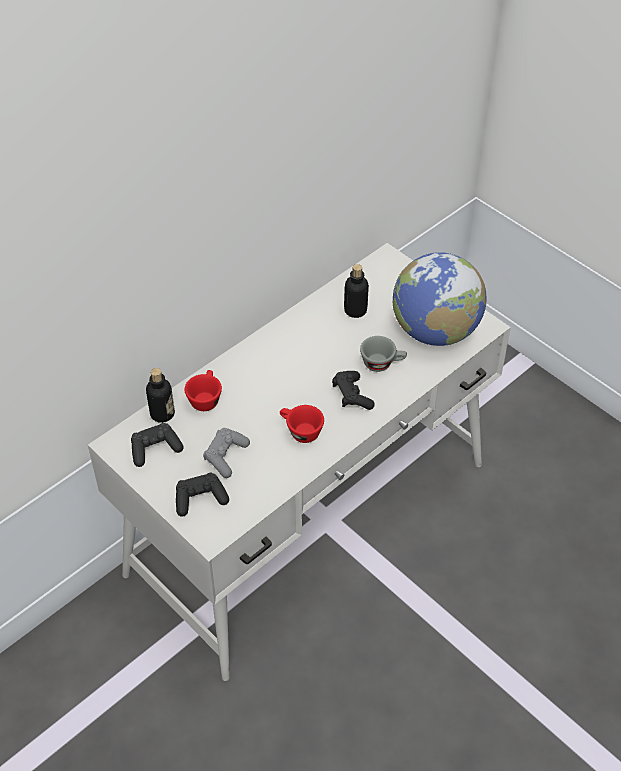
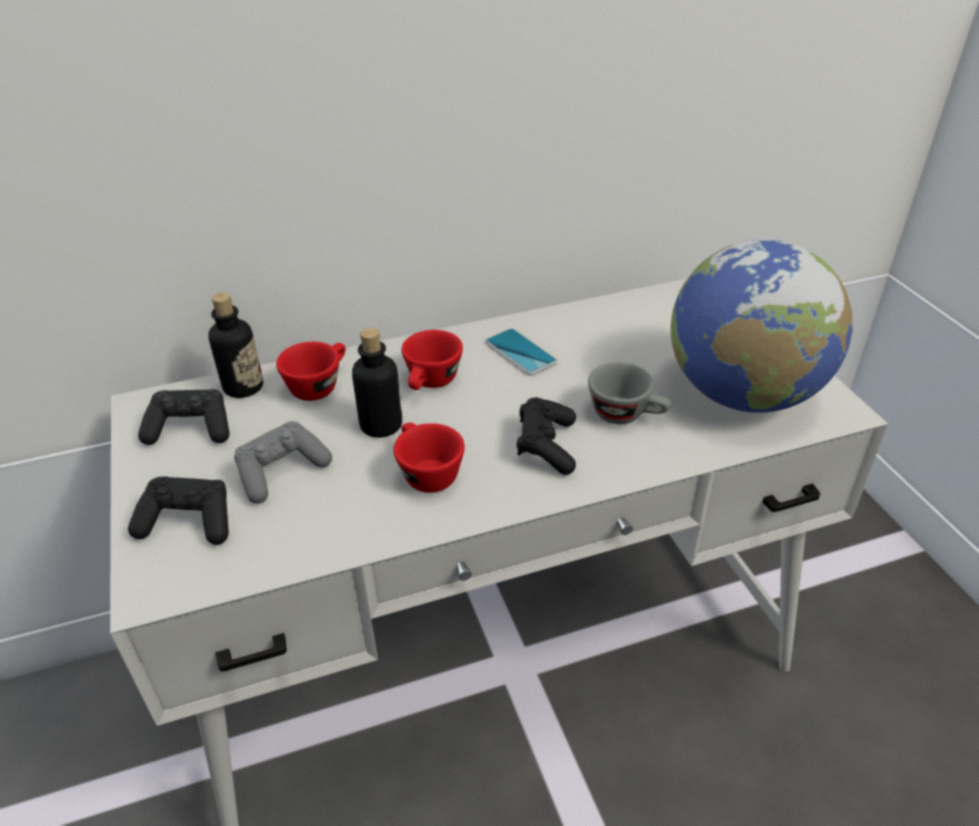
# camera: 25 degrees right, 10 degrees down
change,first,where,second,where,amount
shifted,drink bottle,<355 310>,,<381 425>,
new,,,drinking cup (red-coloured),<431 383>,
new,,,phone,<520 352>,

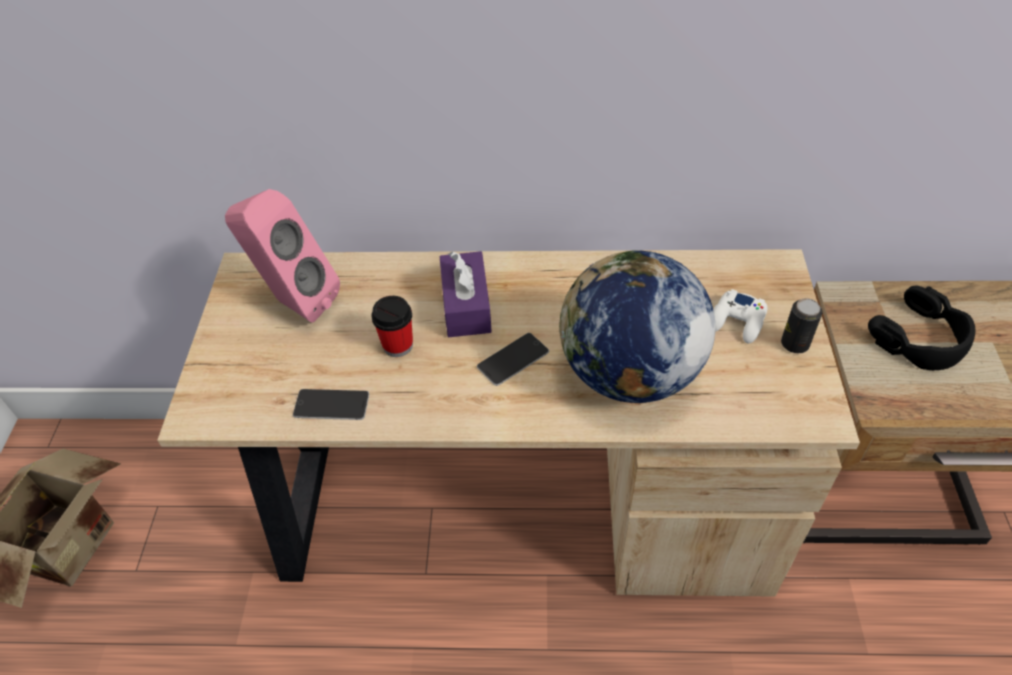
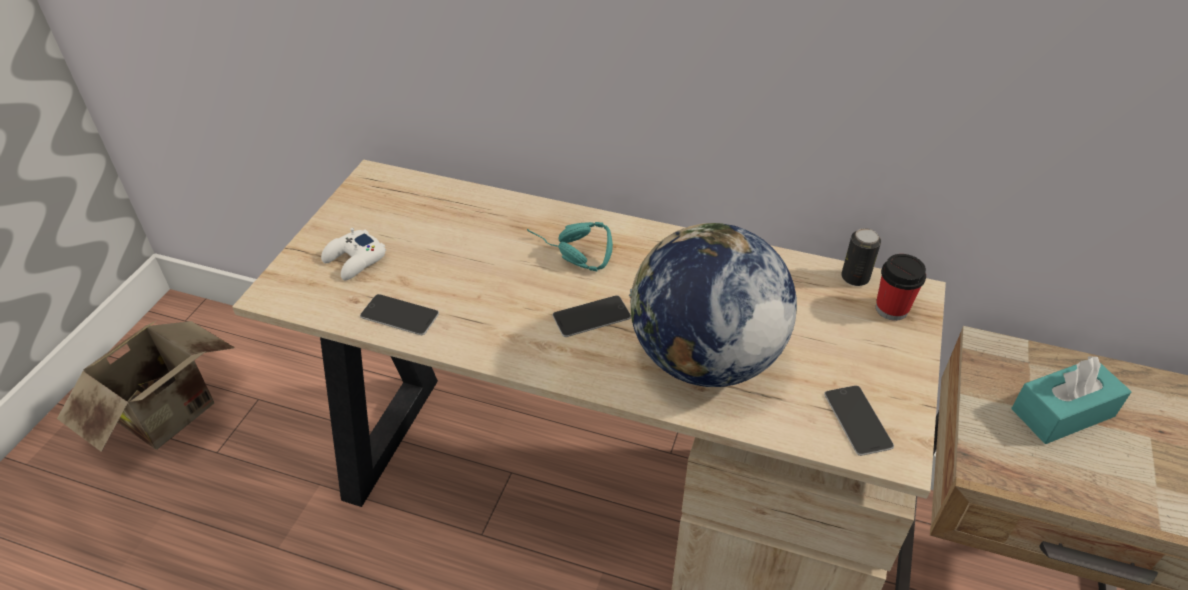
# camera: 15 degrees right, 5 degrees down
change,first,where,second,where,amount
gone,speaker (pink),<294 302>,,,
shifted,drinking cup,<398 345>,,<891 309>,
swapped,tissue holder (purple),<466 305>,headphones (turquoise),<567 256>,
shifted,gamepad (white),<737 321>,,<355 260>,
shifted,sealed can,<794 344>,,<855 278>,
swapped,headphones (black-coloured),<920 339>,tissue holder (turquoise),<1062 412>,
new,,,phone,<857 420>,

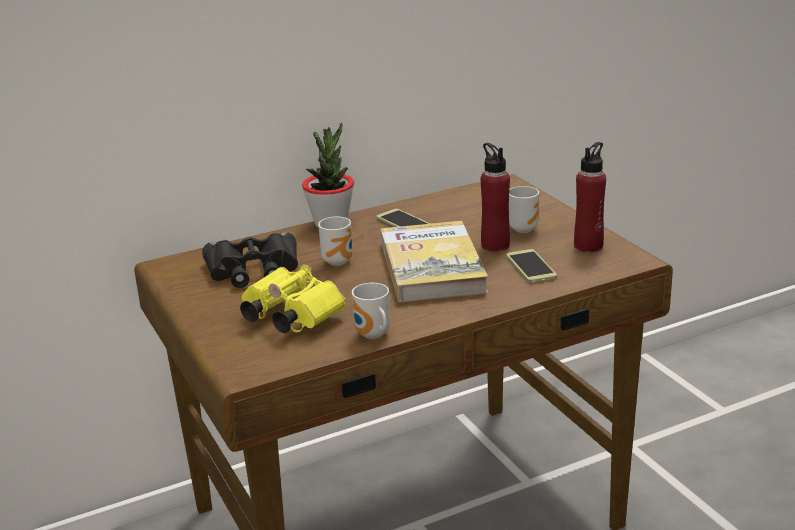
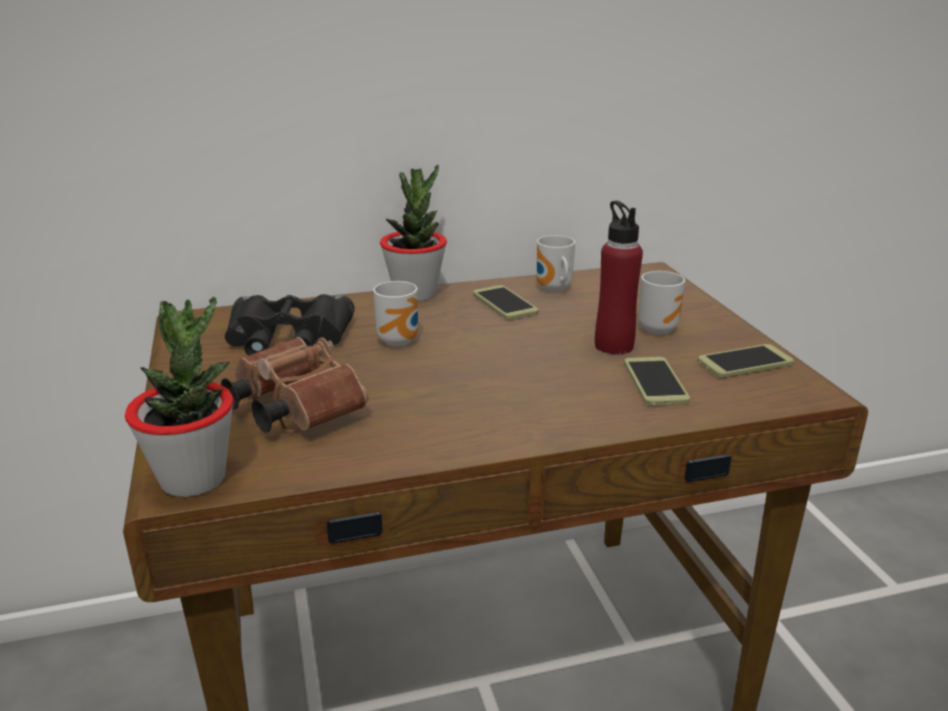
# camera: 10 degrees right, 0 degrees up
change,first,where,second,where,amount
repainted,pair of binoculars (yellowish),<288 317>,pair of binoculars (brown),<292 409>,
shifted,tea mug,<372 336>,,<553 289>,
gone,bound book,<432 267>,,,
swapped,drink bottle (red-coloured),<588 246>,phone,<745 362>,
new,,,houseplant,<194 479>,

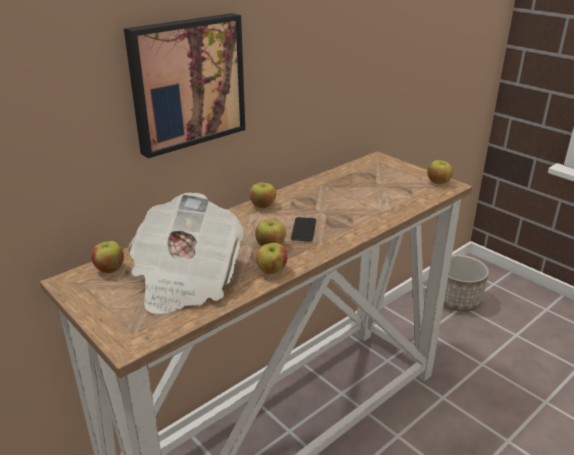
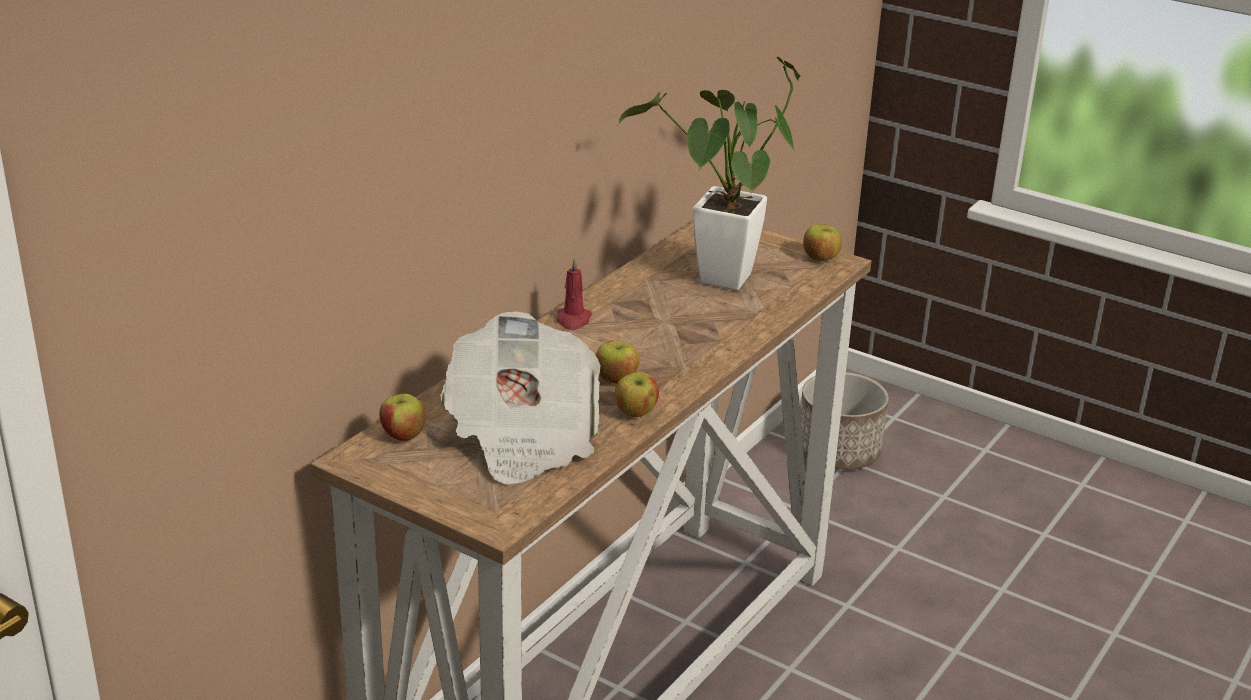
# camera: 15 degrees left, 0 degrees up
change,first,where,second,where,amount
gone,picture,<186 82>,,,
swapped,whole apple,<263 205>,candle (red-coloured),<573 320>,
gone,phone,<303 230>,,,
new,,,houseplant,<719 285>,

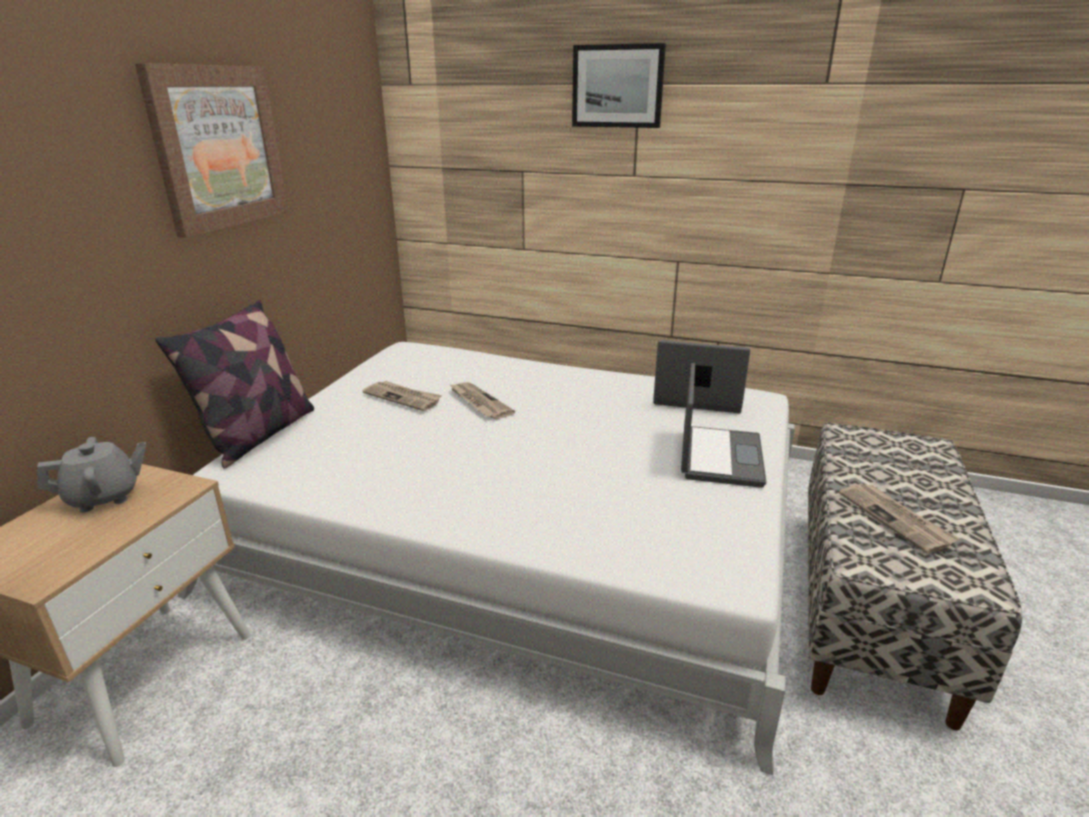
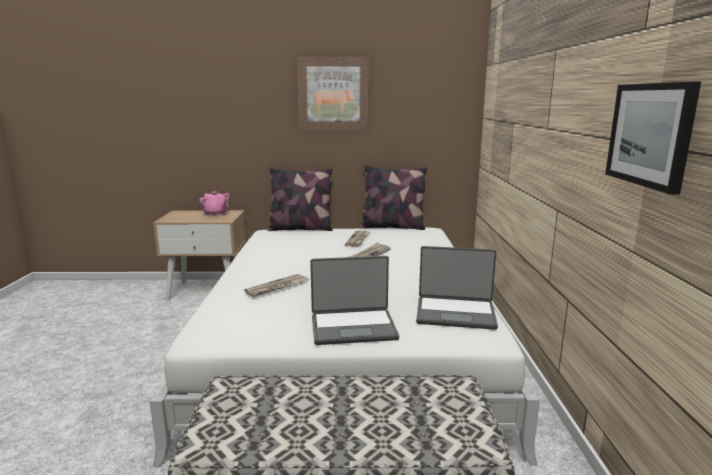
# camera: 70 degrees right, 10 degrees down
change,first,where,second,where,amount
repainted,teapot (grey),<105 497>,teapot (pink),<216 214>,
shifted,picture,<617 86>,,<650 134>,
rotated,laptop,<697 397>,,<455 313>,105 degrees clockwise
shifted,newspaper,<895 519>,,<277 287>,
new,,,throw pillow,<392 227>,

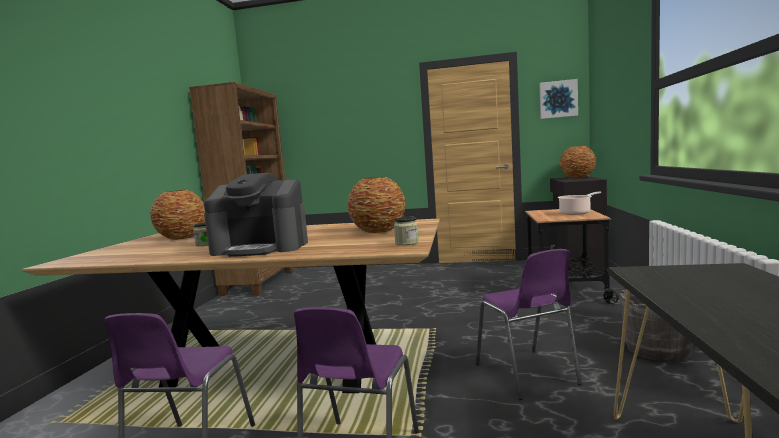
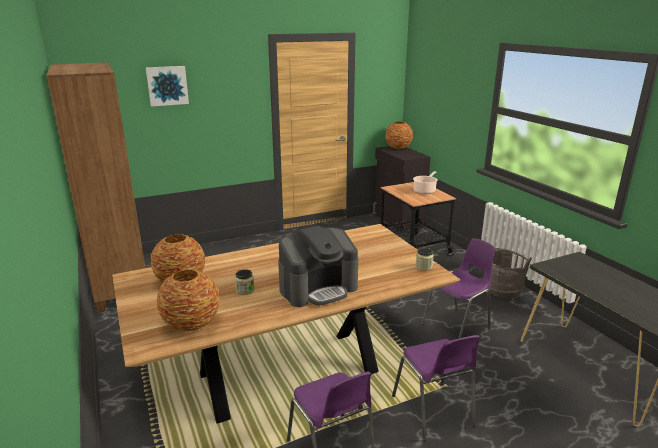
# camera: 35 degrees left, 15 degrees up
change,first,where,second,where,amount
shifted,flower vase,<378 231>,,<191 324>,
rotated,upright chair (purple),<527 375>,,<457 326>,75 degrees counterclockwise
shifted,picture,<558 99>,,<167 85>,

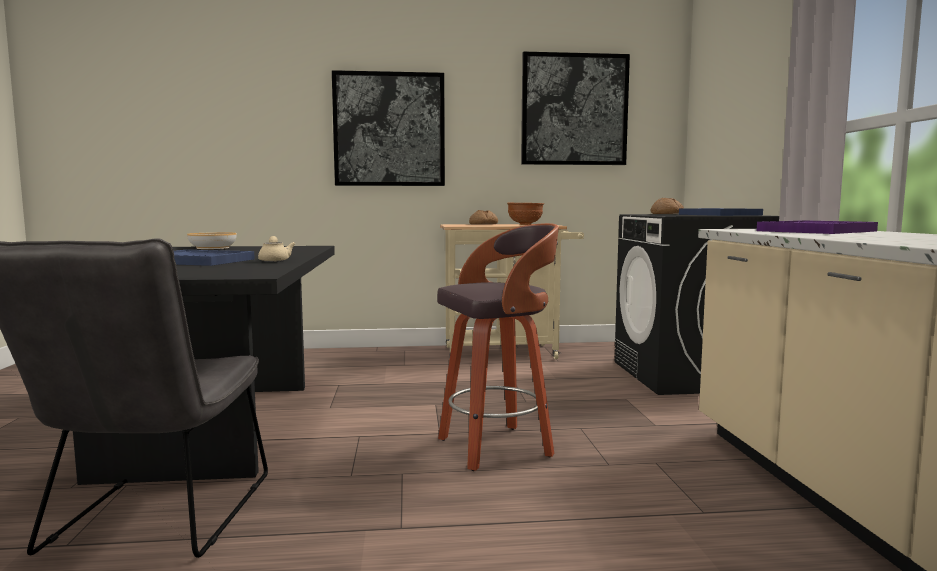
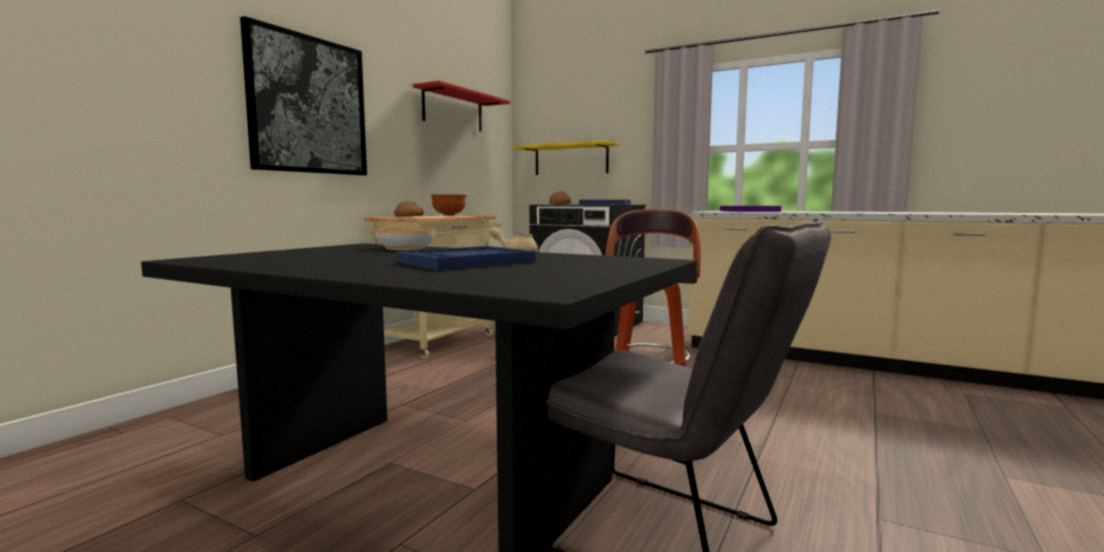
# camera: 55 degrees left, 0 degrees up
change,first,where,second,where,amount
shifted,bowl,<212 248>,,<405 248>,
swapped,picture,<574 110>,shelf (red-coloured),<453 110>,
new,,,shelf (yellowish),<571 159>,

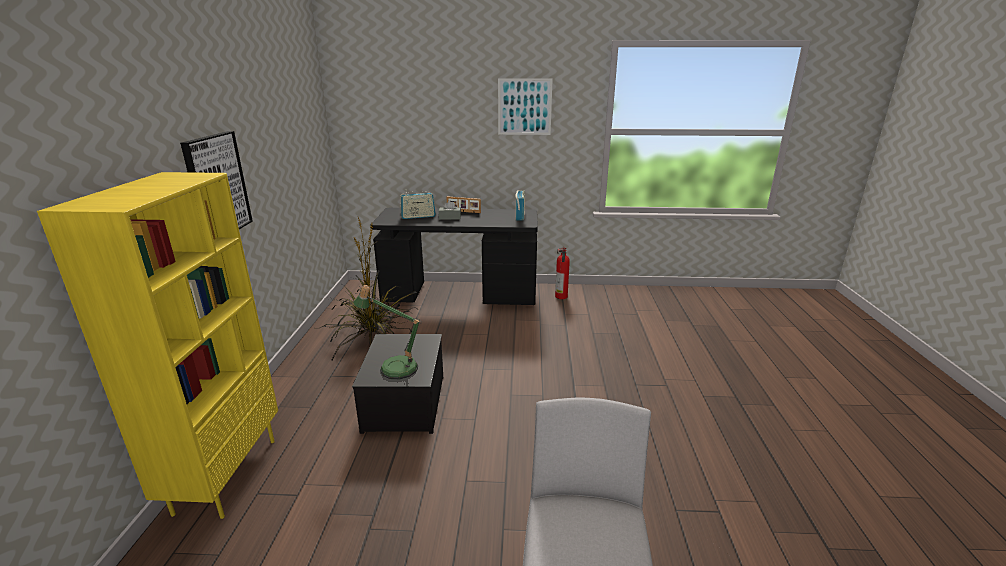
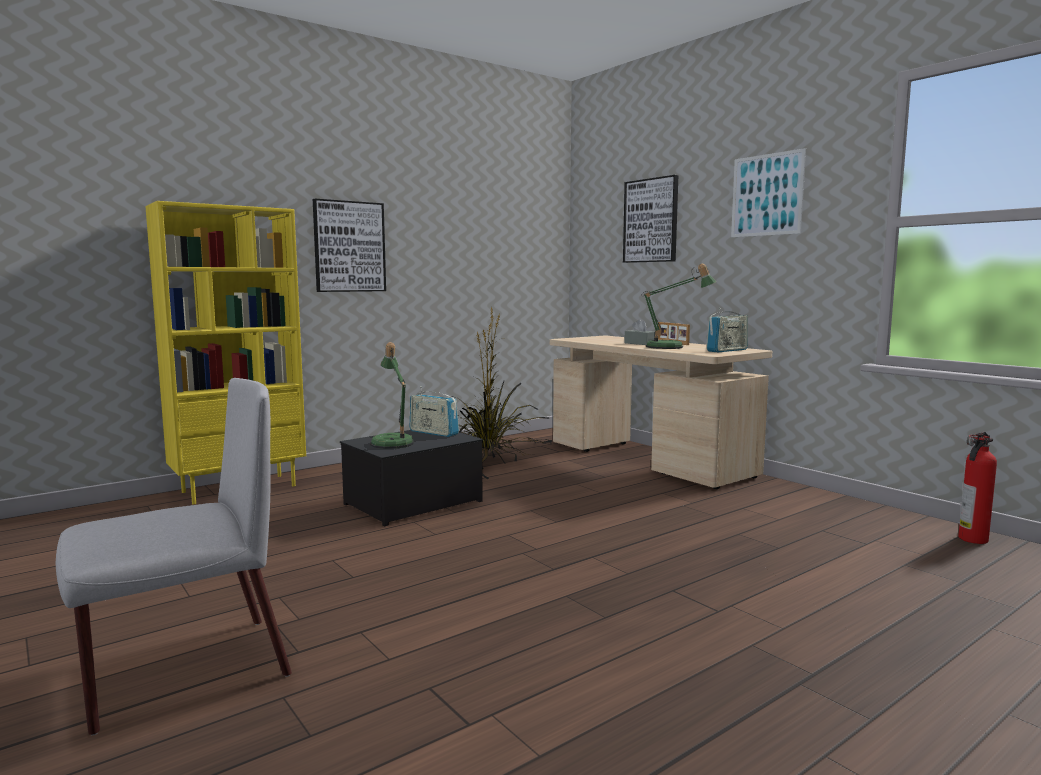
# camera: 50 degrees right, 15 degrees down
change,first,where,second,where,amount
repainted,desk (black-coloured),<460 295>,desk (beige-coloured),<648 460>,
shifted,radio,<418 216>,,<433 433>,
shifted,fire-fighting cylinder,<561 297>,,<972 539>,
new,,,picture,<651 220>,
new,,,tabletop lamp,<671 347>,

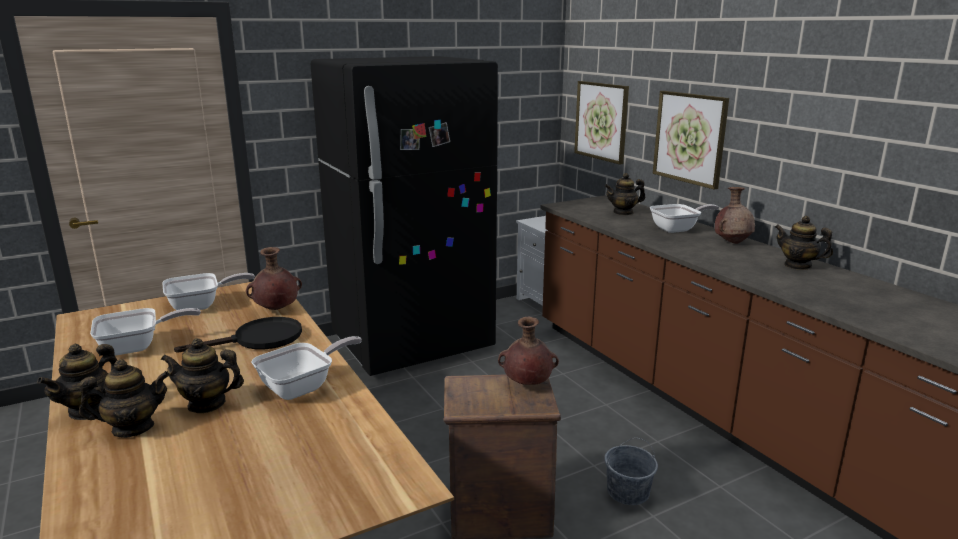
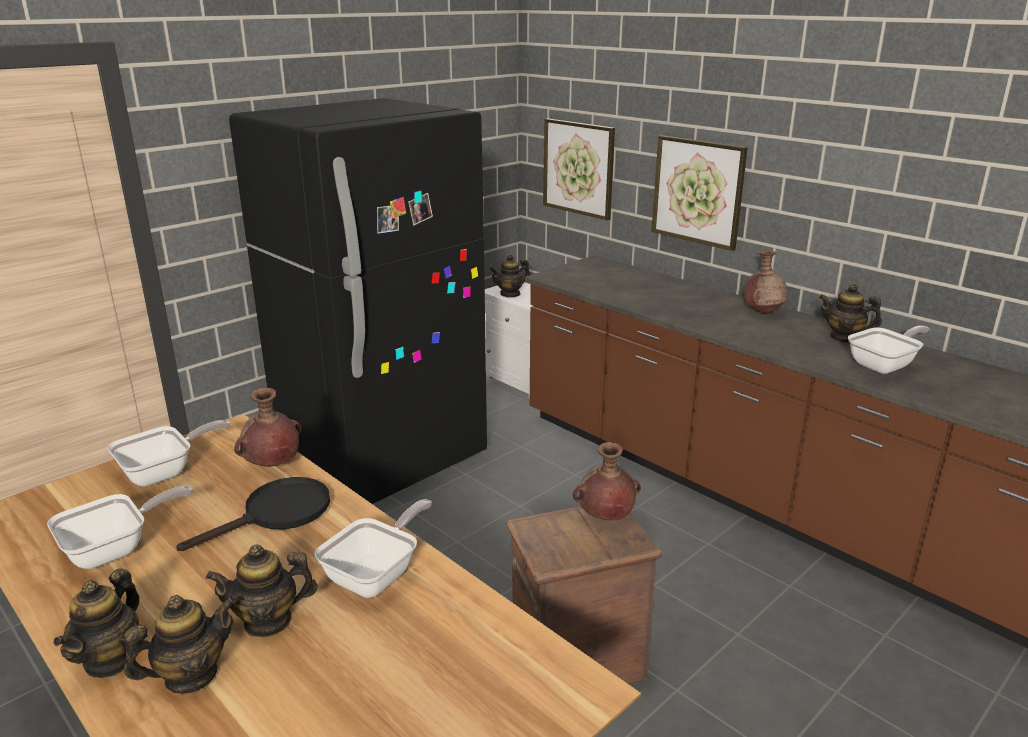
# camera: 15 degrees left, 5 degrees up
change,first,where,second,where,amount
gone,pail (grey),<628 492>,,,
shifted,teapot,<623 212>,,<510 294>,
shifted,pan,<678 229>,,<885 365>,

